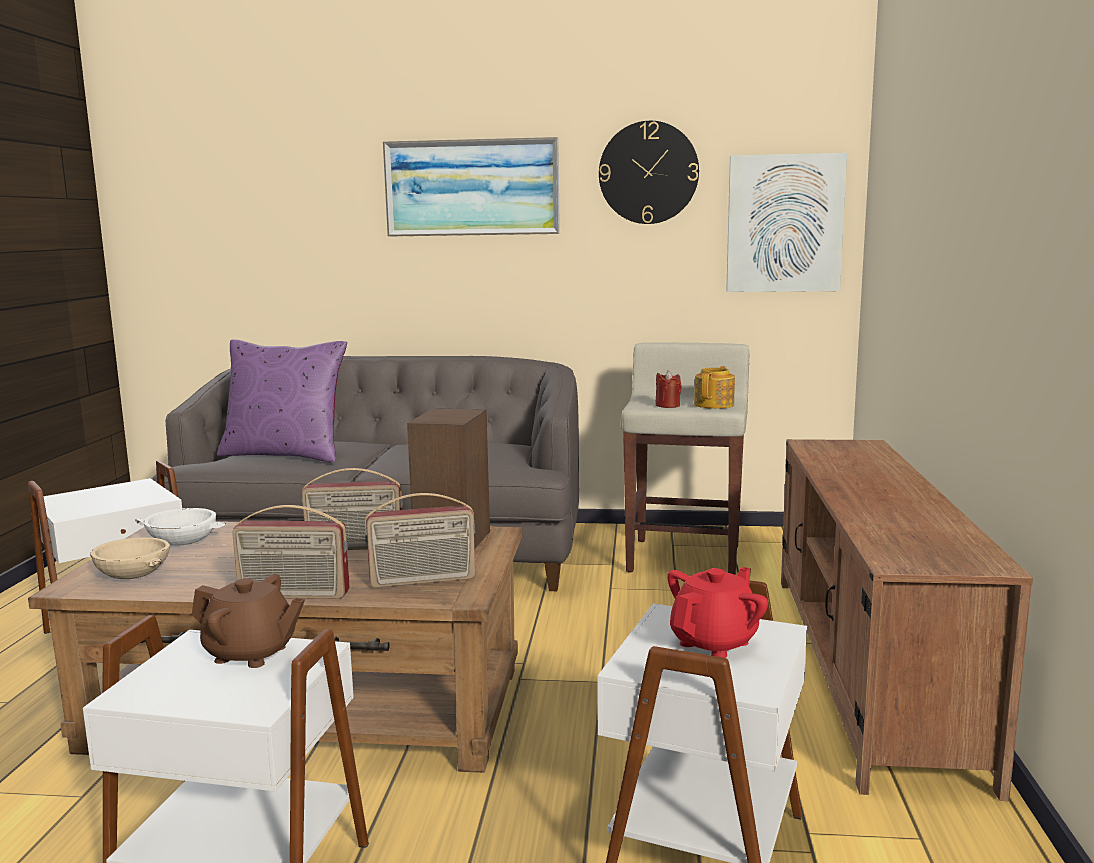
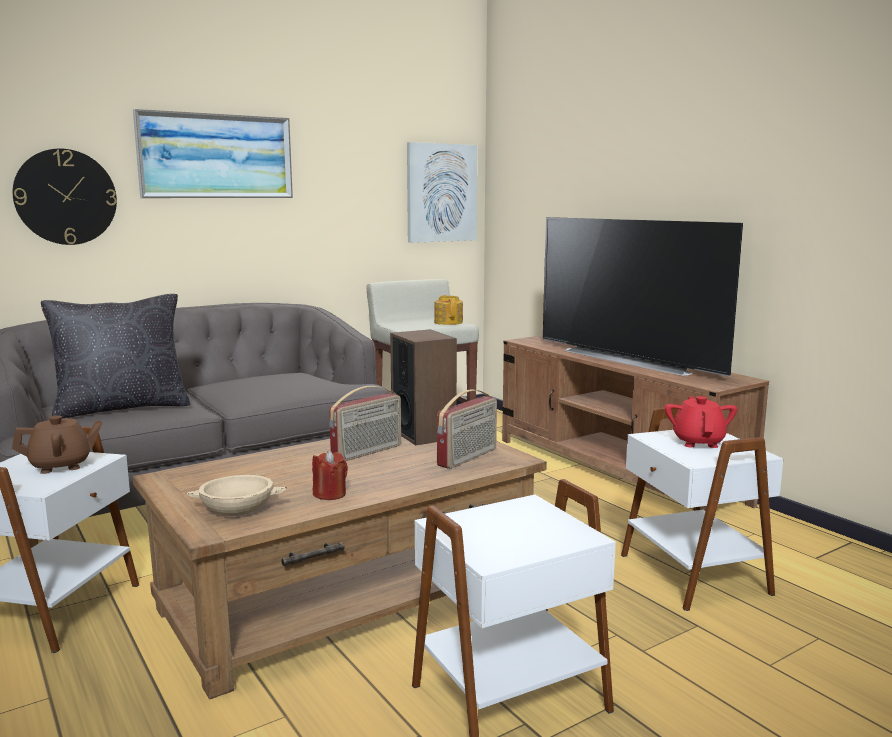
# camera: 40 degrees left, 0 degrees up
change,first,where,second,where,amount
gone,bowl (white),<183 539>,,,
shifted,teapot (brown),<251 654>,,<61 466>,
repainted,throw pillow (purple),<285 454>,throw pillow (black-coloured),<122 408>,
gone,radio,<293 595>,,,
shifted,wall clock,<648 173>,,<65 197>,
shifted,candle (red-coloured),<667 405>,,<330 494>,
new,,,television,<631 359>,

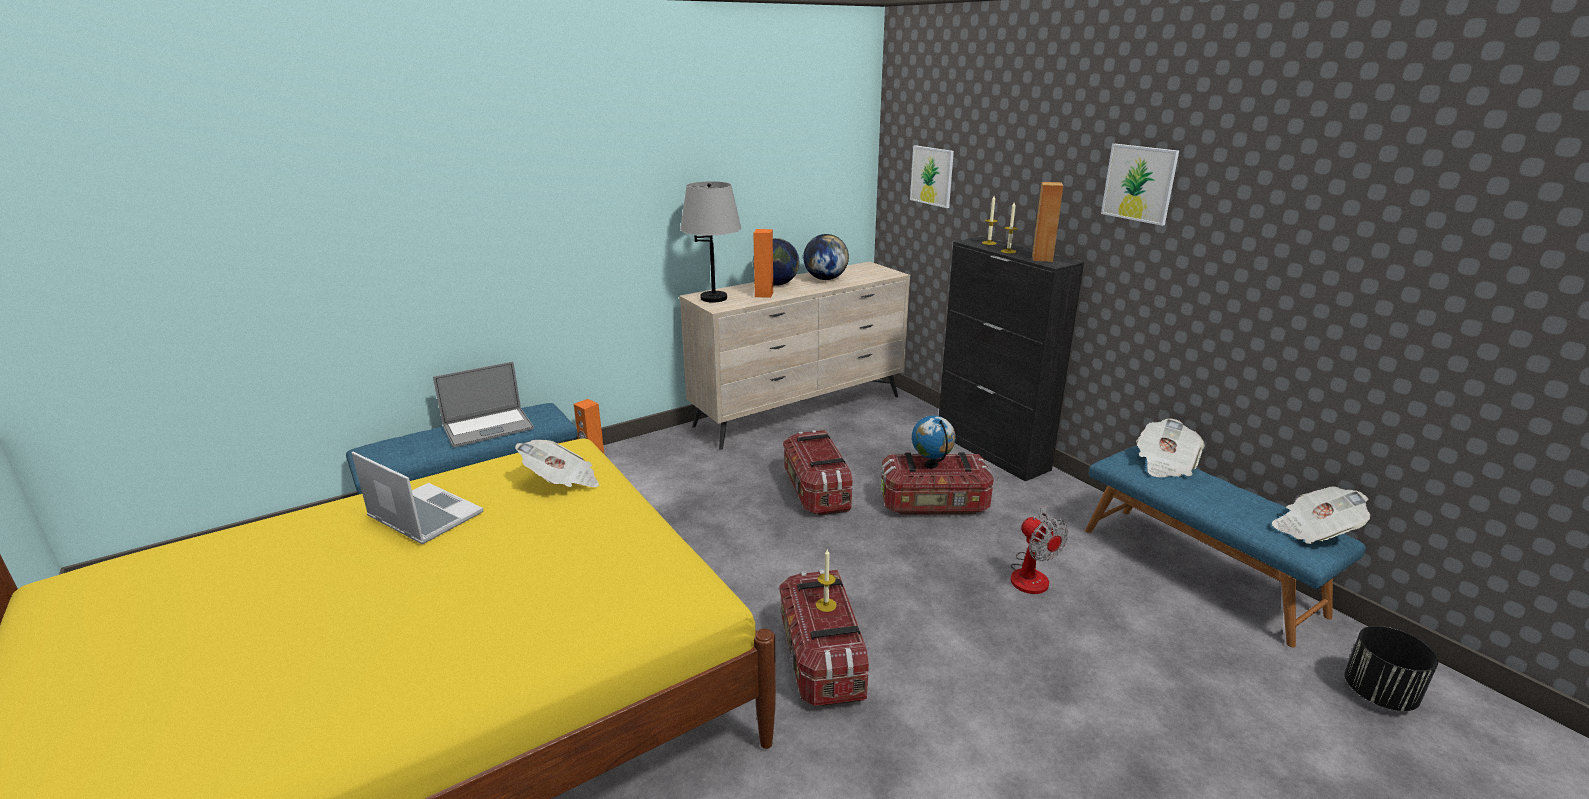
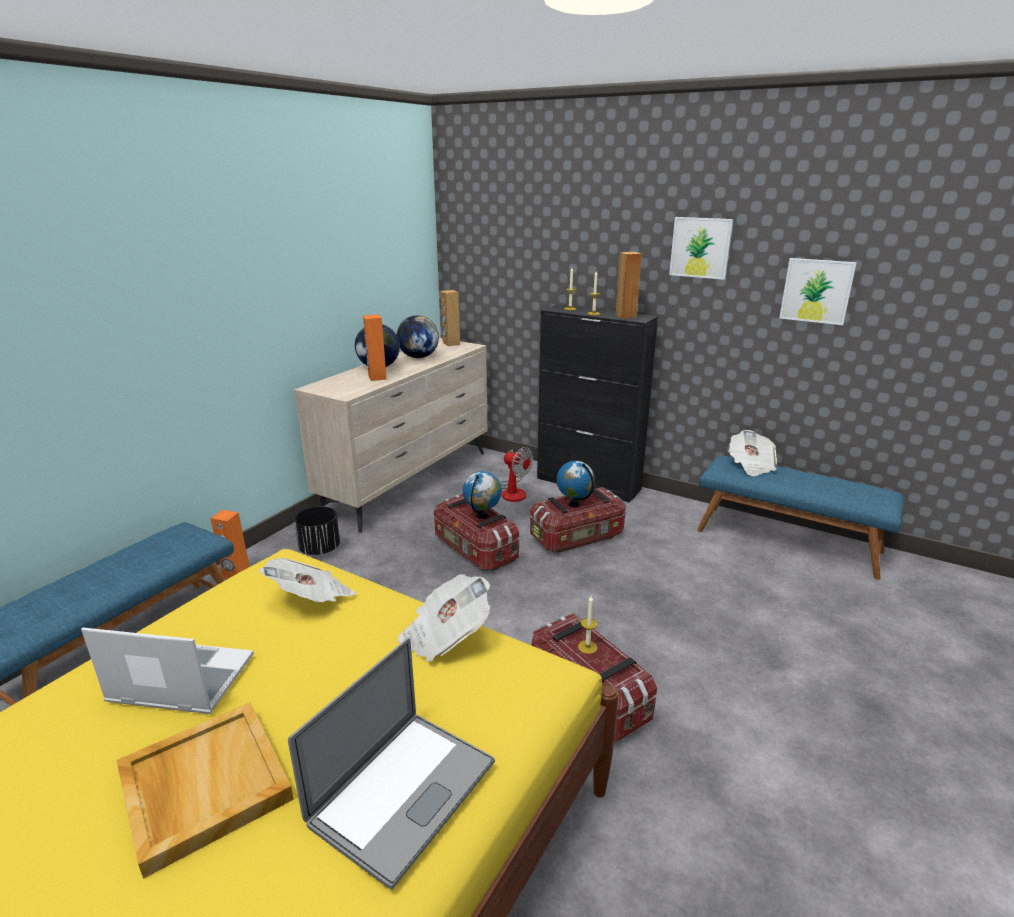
# camera: 25 degrees left, 0 degrees up
change,first,where,second,where,amount
shifted,laptop,<488 428>,,<403 791>,
gone,tabletop lamp (grey),<714 298>,,,
shifted,picture,<932 176>,,<816 291>,
shifted,electric fan,<1032 574>,,<513 491>,
shifted,newspaper,<1314 531>,,<445 636>,
shifted,plant pot (black-coloured),<1379 694>,,<320 549>,
new,,,serving tray (beige-coloured),<203 785>,
new,,,speaker (brown),<451 343>,
new,,,desk globe,<482 516>,

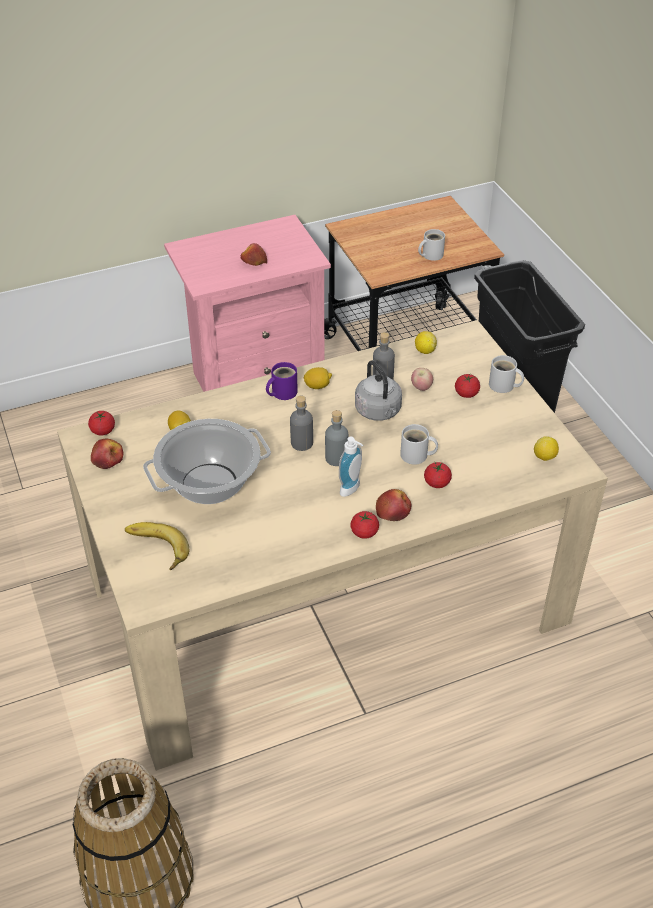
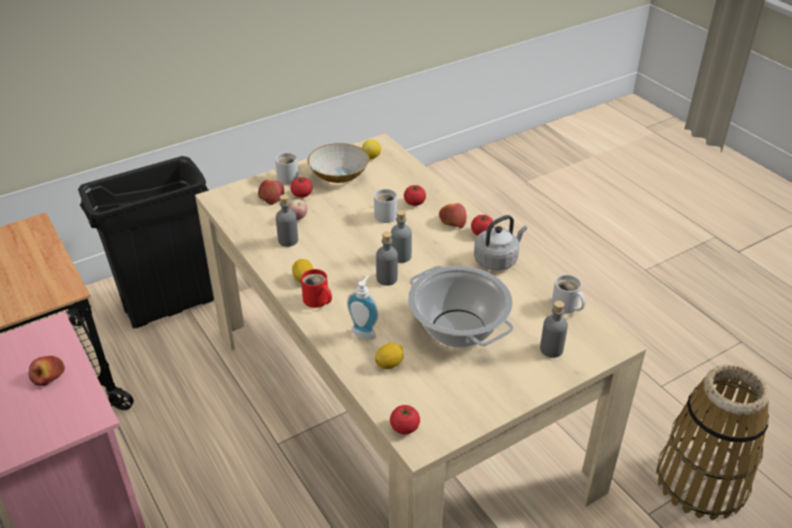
# camera: 100 degrees left, 5 degrees down
change,first,where,second,where,amount
shifted,whole apple,<108 459>,,<271 196>,
swapped,whole banana,<155 549>,drink bottle (grey),<551 349>,
repainted,tea mug (purple),<282 392>,tea mug (red-coloured),<317 301>,
shifted,soap dispenser,<352 489>,,<365 331>,
shifted,water kettle (grey),<379 412>,,<497 260>,
gone,citrus fruit,<425 351>,,,
shifted,tea mug (white),<430 255>,,<566 307>,
new,,,bowl,<338 175>,

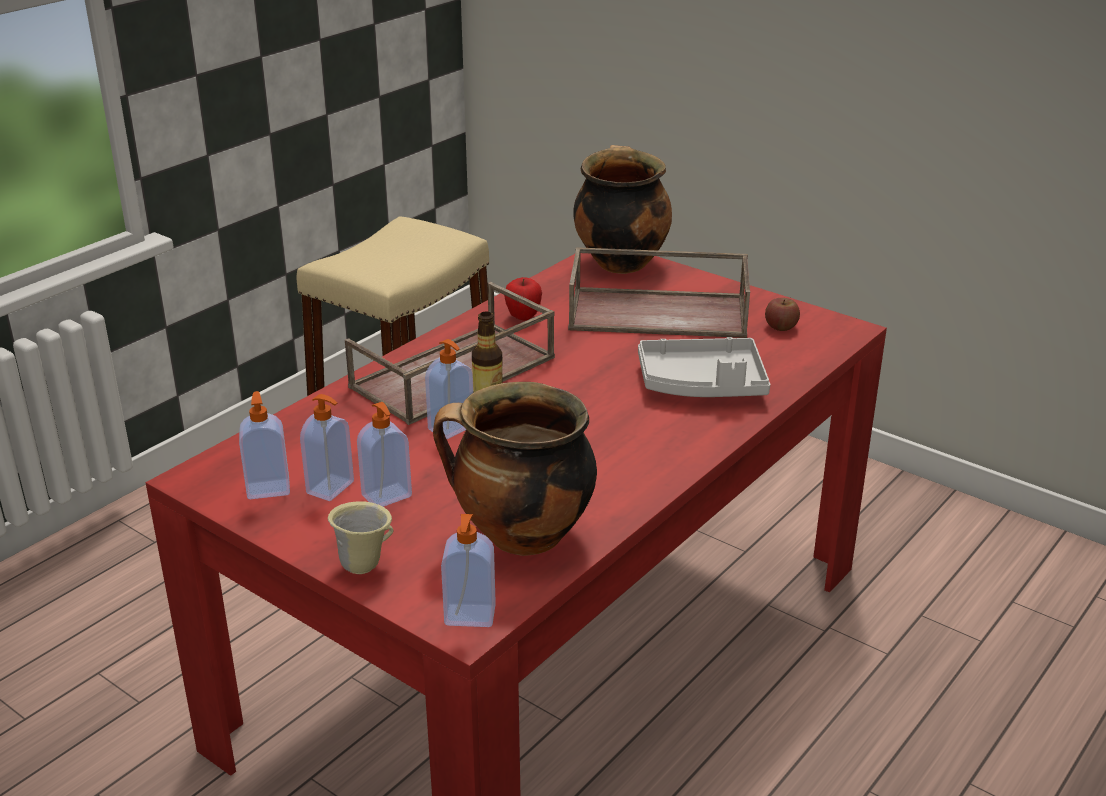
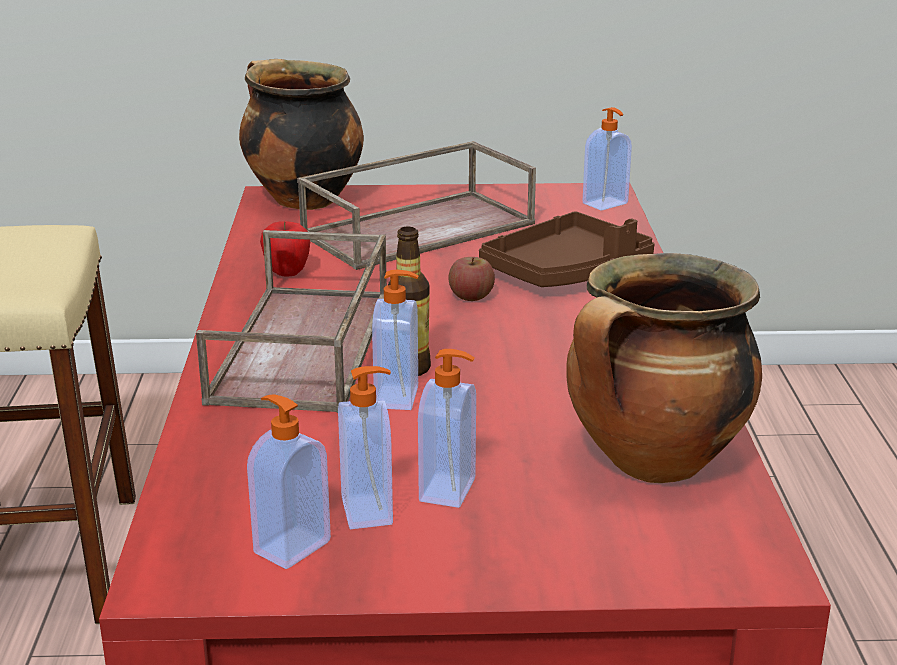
# camera: 40 degrees left, 5 degrees down
change,first,where,second,where,amount
gone,tea mug (beige-coloured),<364 564>,,,
shifted,soap dispenser,<470 617>,,<606 204>,
repainted,serving tray (grey),<702 384>,serving tray (brown),<567 272>,
shifted,whole apple,<781 327>,,<471 296>,

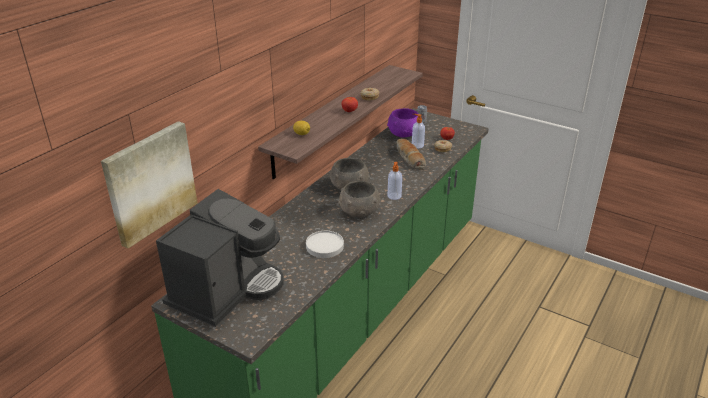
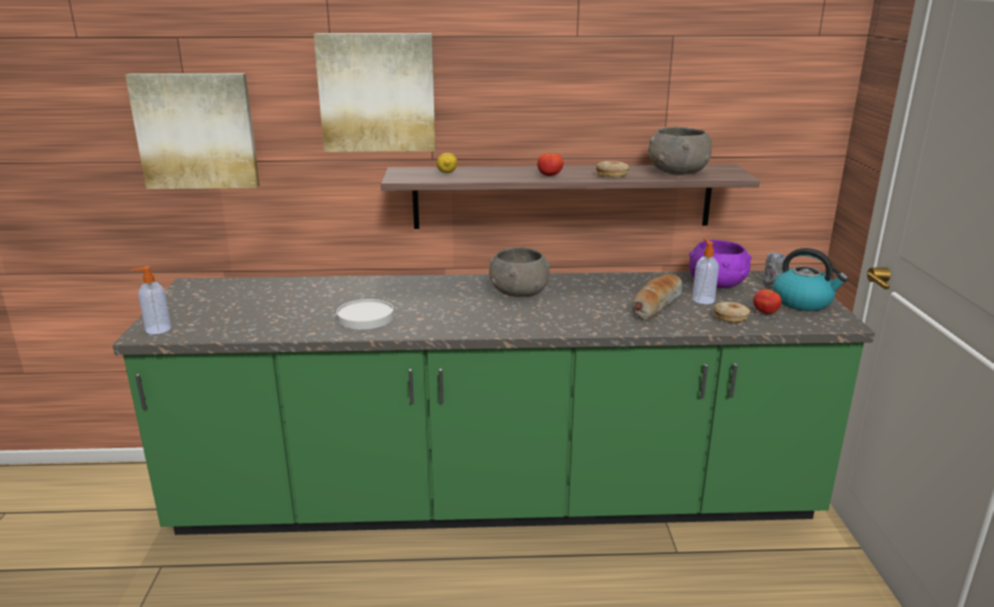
# camera: 55 degrees right, 10 degrees down
change,first,where,second,where,amount
gone,coffee brewer,<226 290>,,,
shifted,bowl (grey),<358 211>,,<677 172>,
shifted,soap dispenser,<394 196>,,<157 329>,
new,,,picture,<377 93>,
new,,,water kettle,<803 302>,

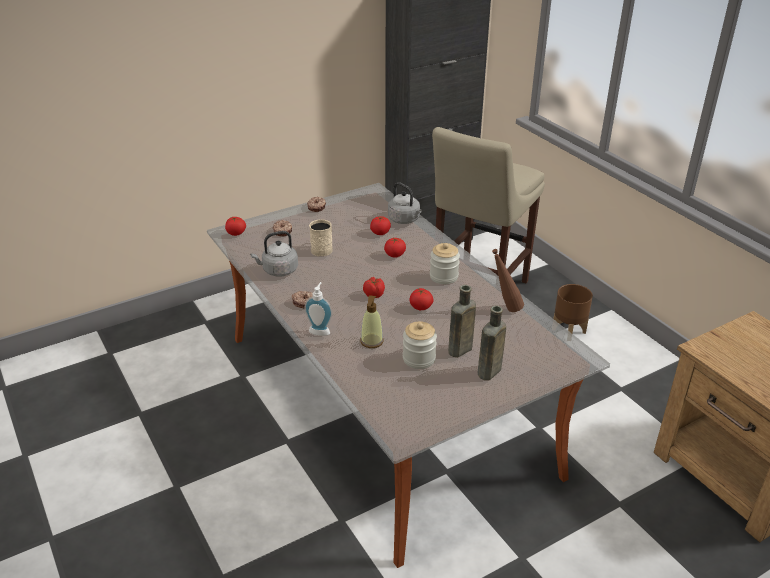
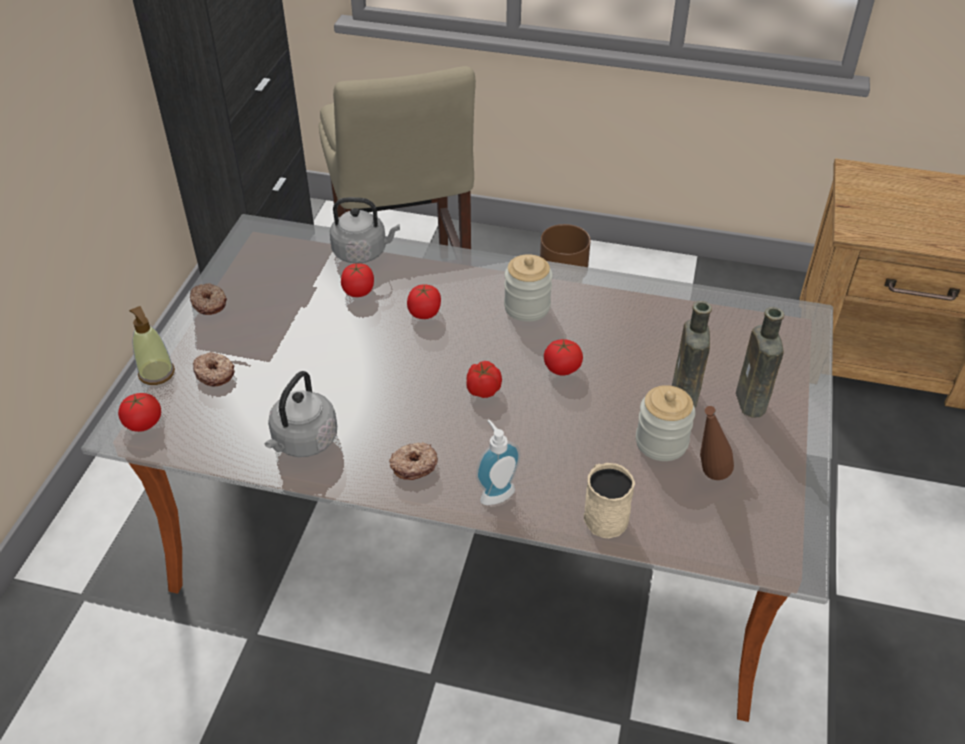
# camera: 45 degrees left, 10 degrees up
change,first,where,second,where,amount
shifted,tea mug (beige-coloured),<323 249>,,<603 514>,
shifted,soap dispenser,<371 341>,,<157 373>,
shifted,drink bottle (brown),<505 309>,,<706 480>,

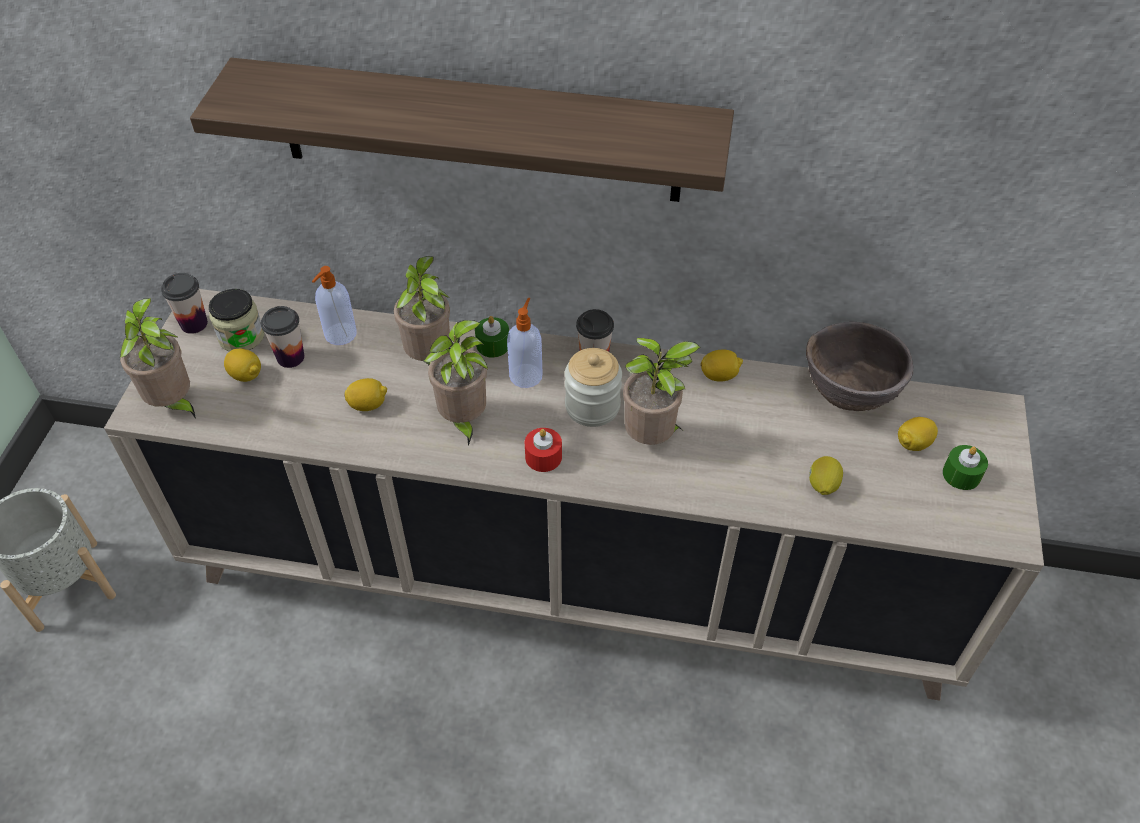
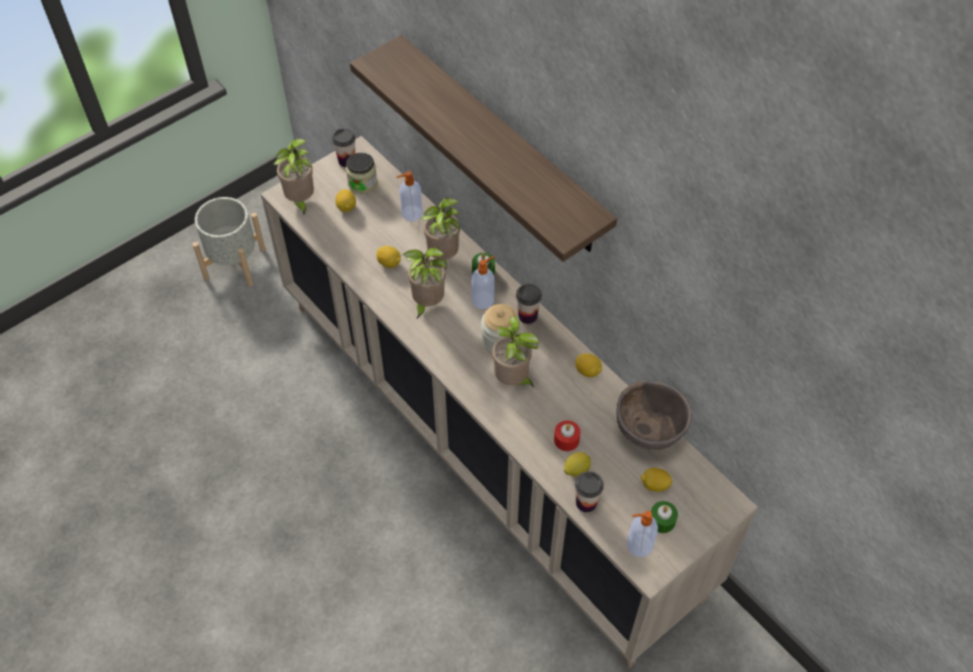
# camera: 40 degrees right, 5 degrees up
change,first,where,second,where,amount
shifted,drinking cup,<290 357>,,<586 502>,
shifted,candle (red-coloured),<543 457>,,<566 440>,
new,,,soap dispenser,<638 545>,

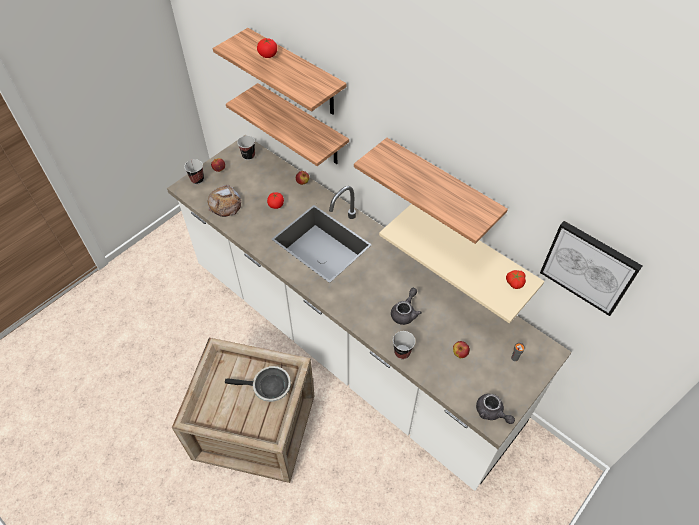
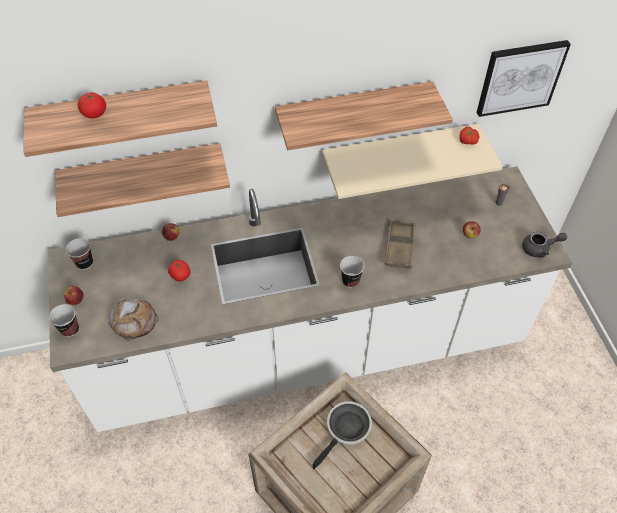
# camera: 55 degrees left, 0 degrees up
change,first,where,second,where,amount
swapped,teapot (grey),<405 312>,serving tray (brown),<399 247>,
shifted,drinking cup,<402 352>,,<350 281>,

